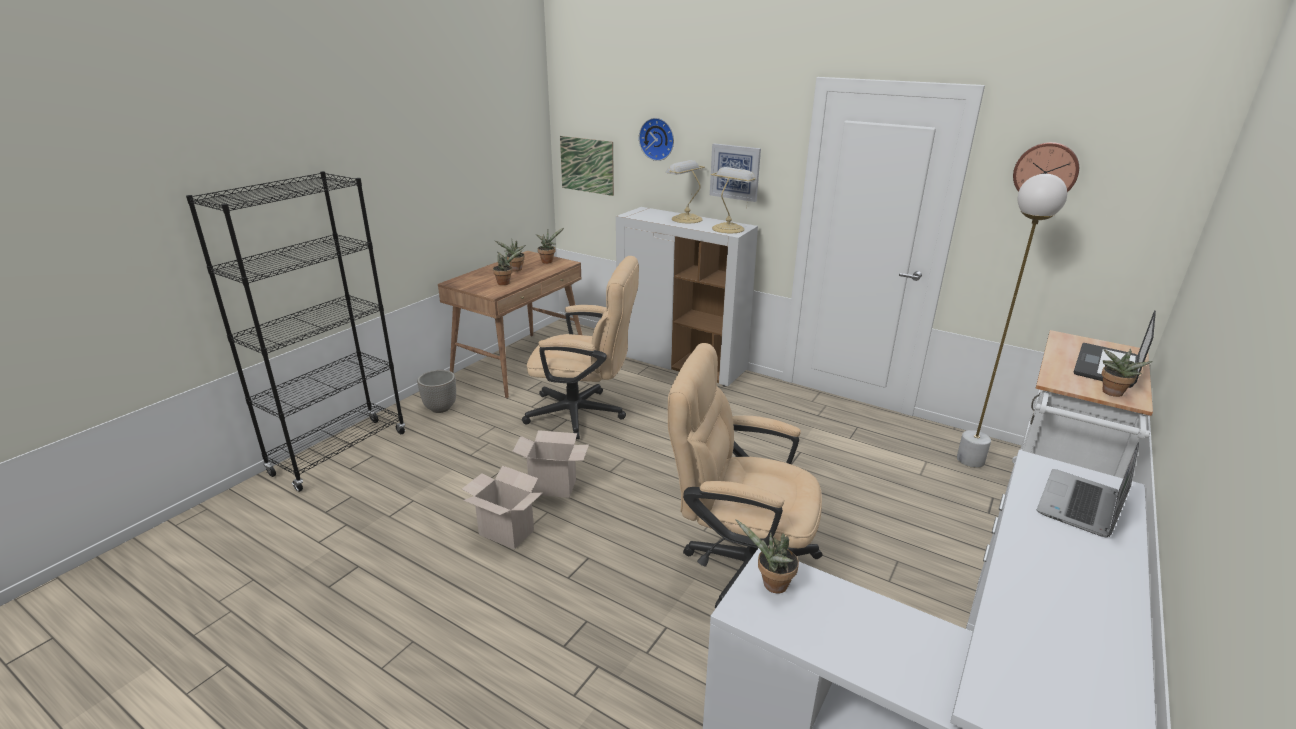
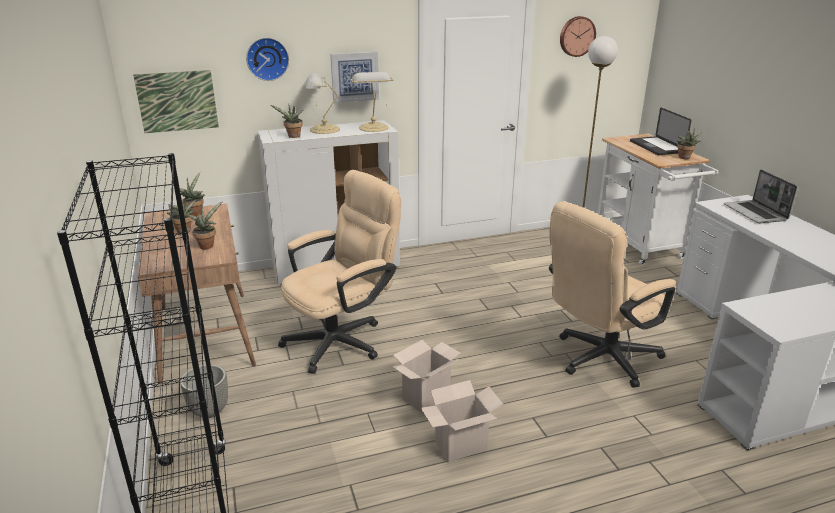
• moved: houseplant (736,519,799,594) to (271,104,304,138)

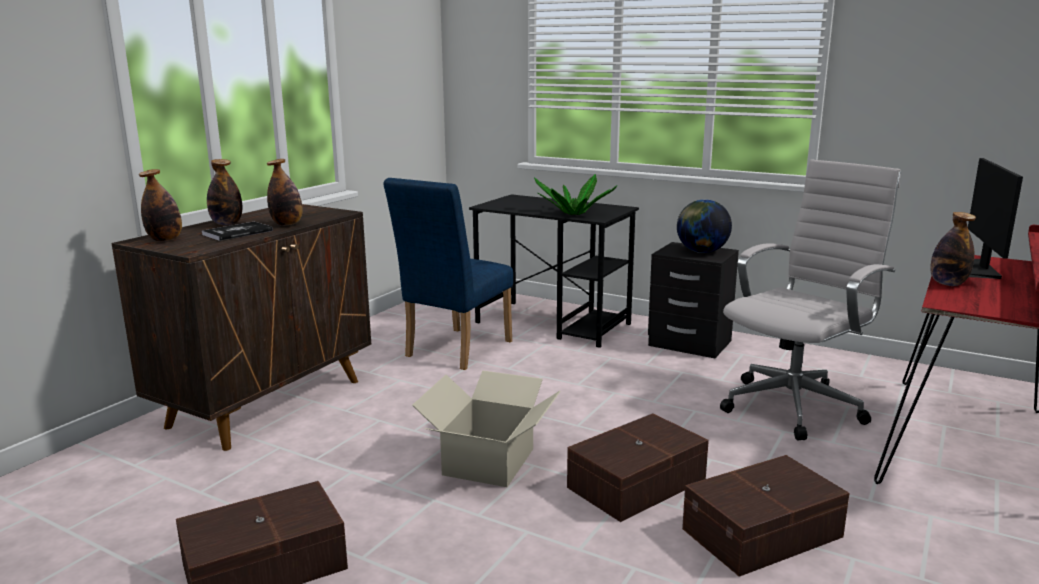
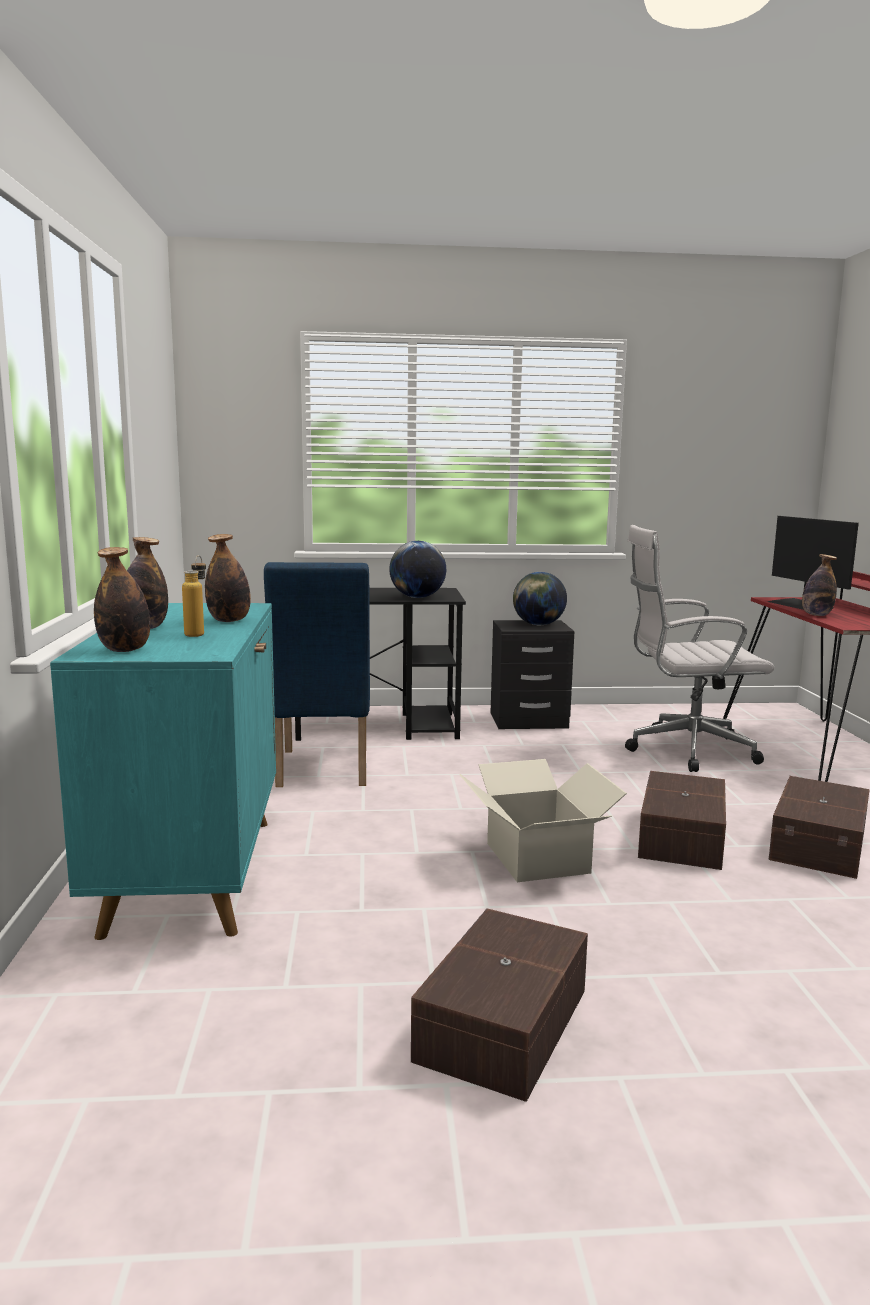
• recoloured: cabinet (brown-coloured) (112,204,371,451) to cabinet (blue-green) (50,603,276,940)
• replaced: bound book (202,222,273,241) to drink bottle (182,555,206,637)
• replaced: houseplant (534,174,618,215) to globe (389,541,446,598)
• turned: office chair (white-coloured) (720,159,901,440) = (625,525,774,772) 105 degrees counterclockwise

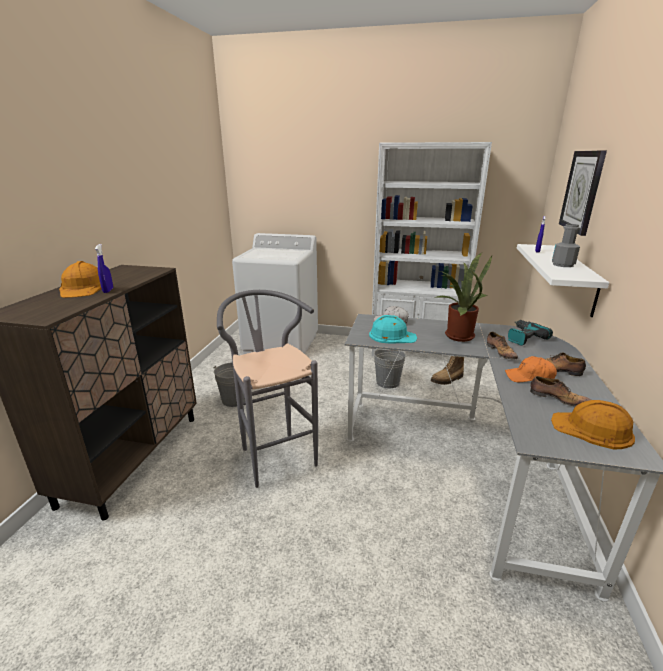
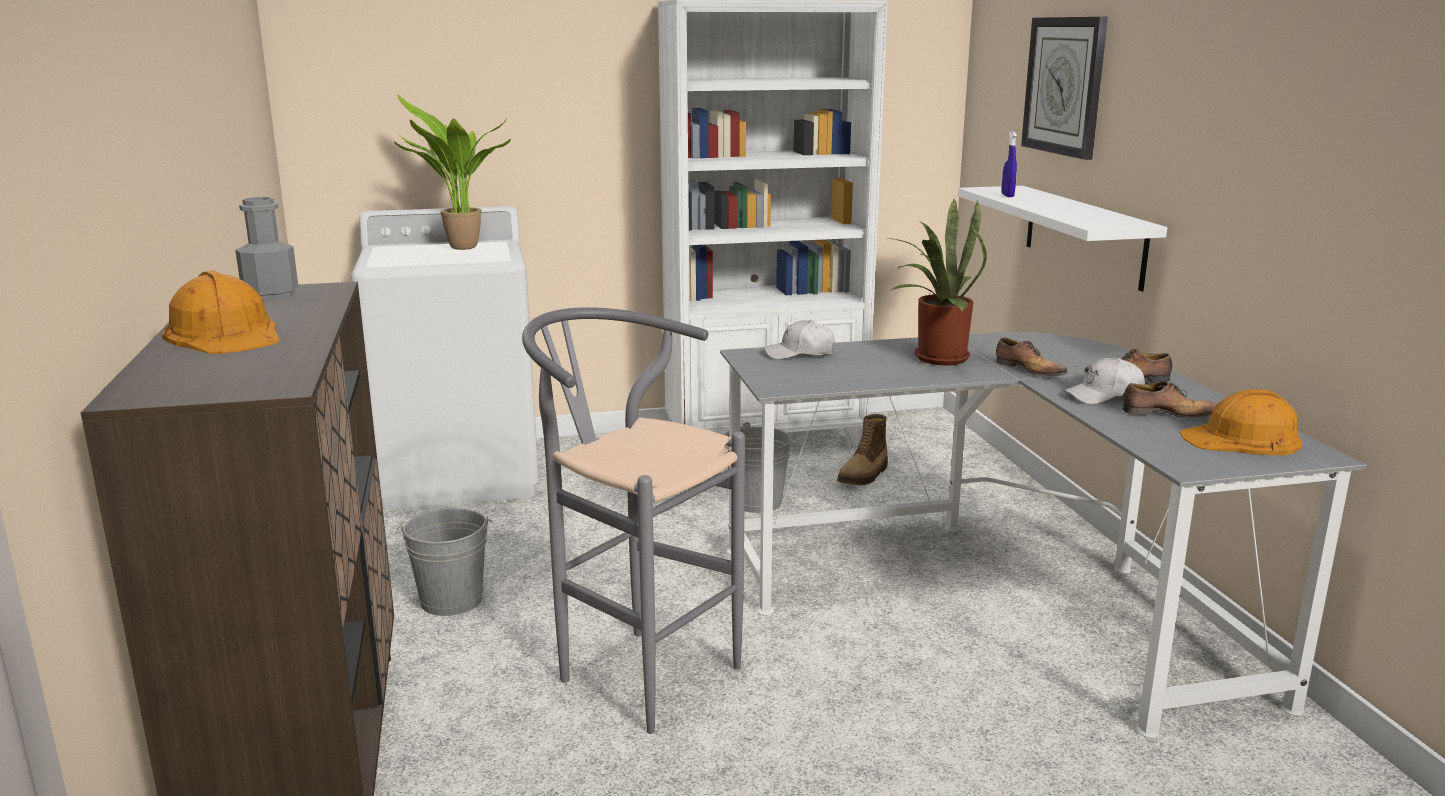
• moved: drink bottle (grey) (552,224,580,267) to (235,197,299,301)
• added: houseplant (394,94,511,250)
• recoloured: baseball cap (orange) (505,356,557,382) to baseball cap (white-coloured) (1063,357,1145,404)
• removed: hand sprayer (blue) (95,244,113,293)
• removed: work helmet (blue-green) (369,315,417,344)
• removed: drill (508,320,553,346)

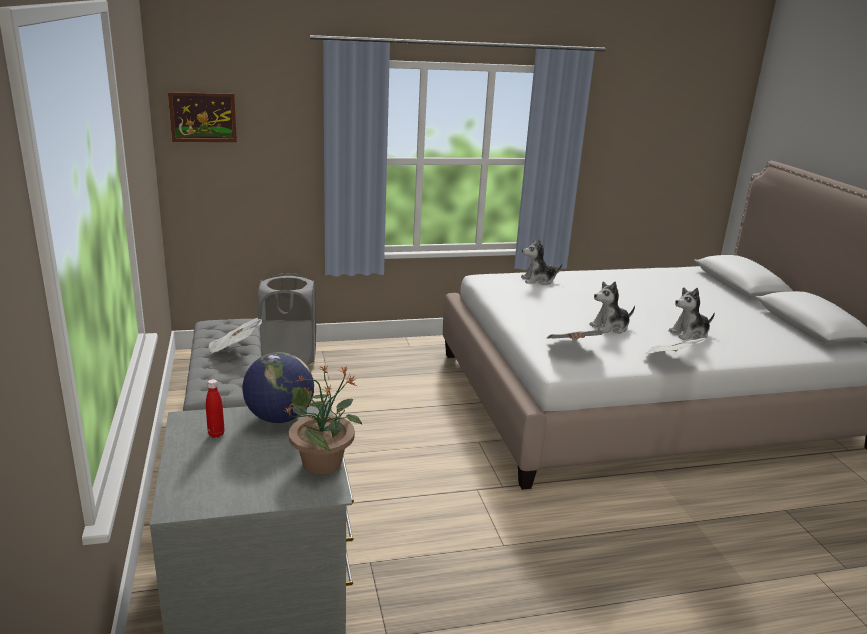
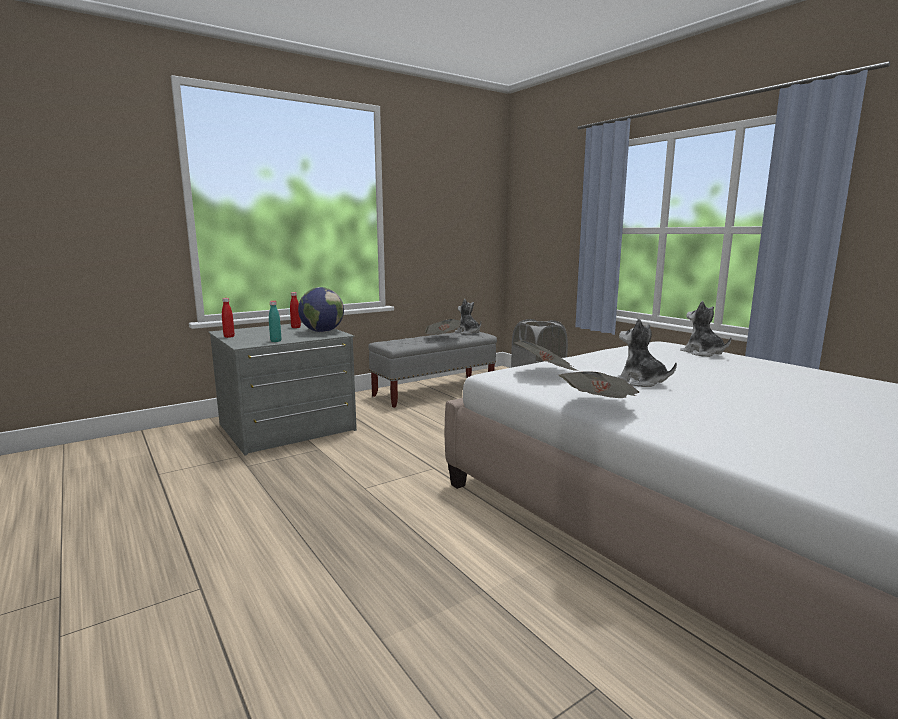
• added: drink bottle (red-coloured) (222,298,235,338)
• replaced: houseplant (283,365,362,474) to drink bottle (blue-green) (269,301,281,342)
• moved: cuddly toy (668,287,715,340) to (455,299,481,335)
• removed: picture (168,92,237,142)

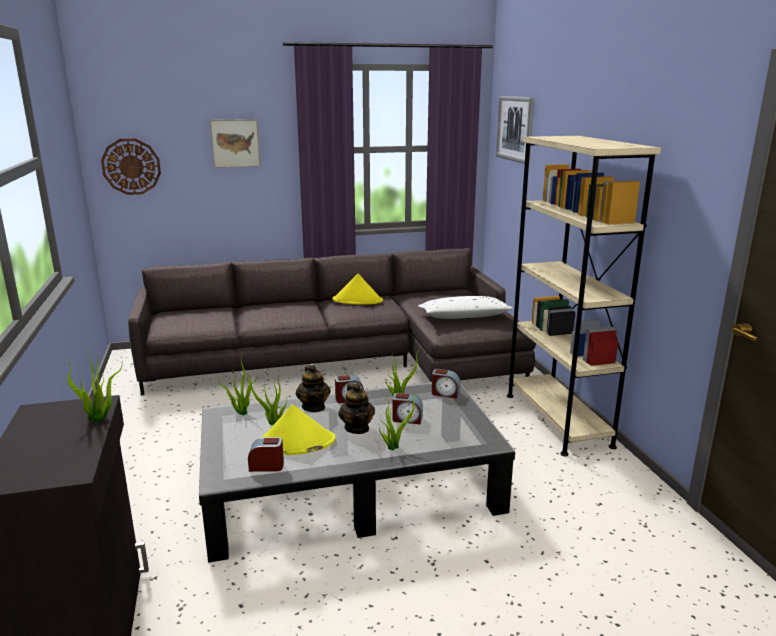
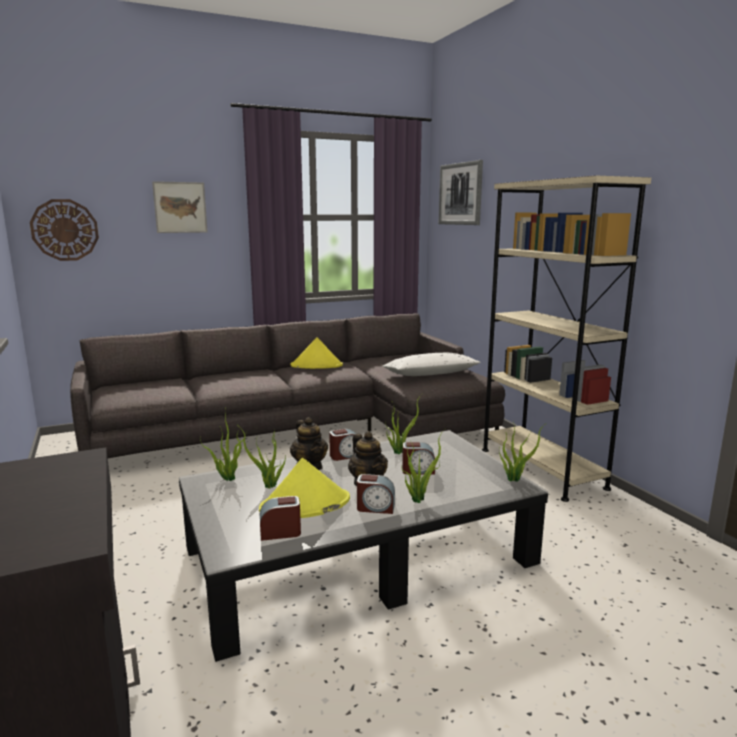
• moved: alarm clock (432,369,460,399) to (357,474,395,514)
• moved: houseplant (66,355,123,423) to (499,421,544,482)

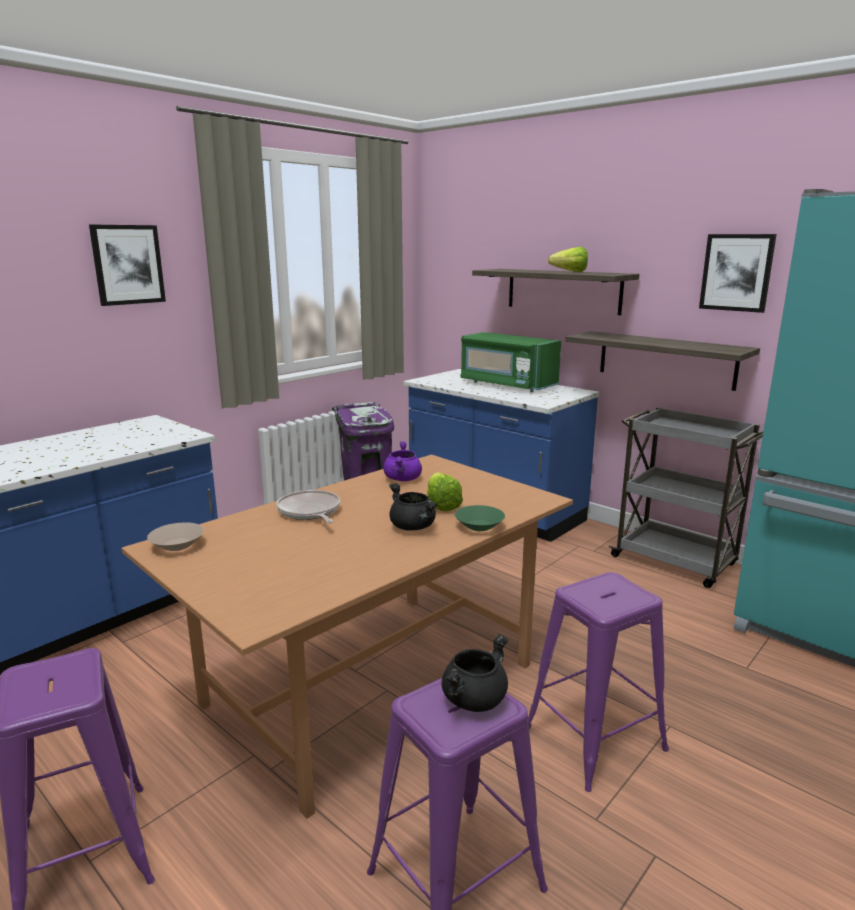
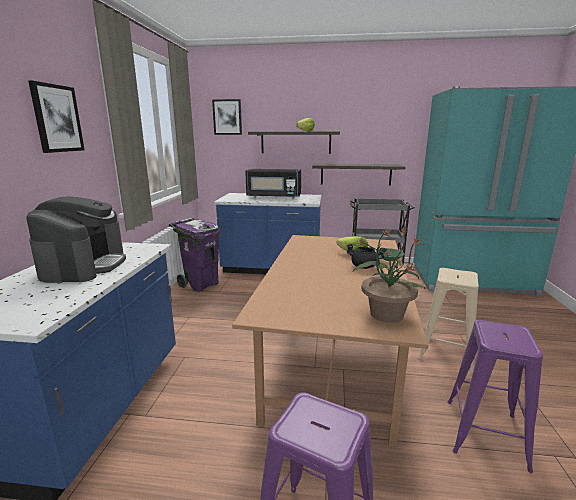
• added: coffee maker (26,196,126,283)
• moved: picture (699,234,777,313) to (212,99,242,135)
• recoloured: microwave oven (greenish) (461,332,561,392) to microwave oven (blackish) (245,169,301,198)
• added: houseplant (353,228,426,323)
• recoloured: stool (purple-coloured) (528,572,669,792) to stool (beige-coloured) (419,268,479,372)
• removed: serving bowl (beige-coloured) (147,522,204,551)
• removed: pan (276,490,341,523)
• removed: cooking pot (purple-coloured) (383,441,422,481)
• removed: cooking pot (blackish) (441,634,508,712)

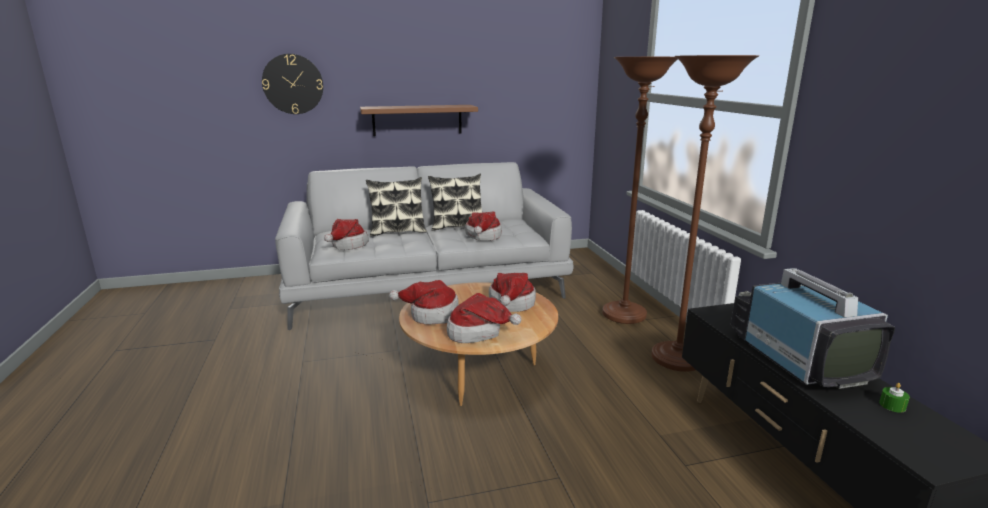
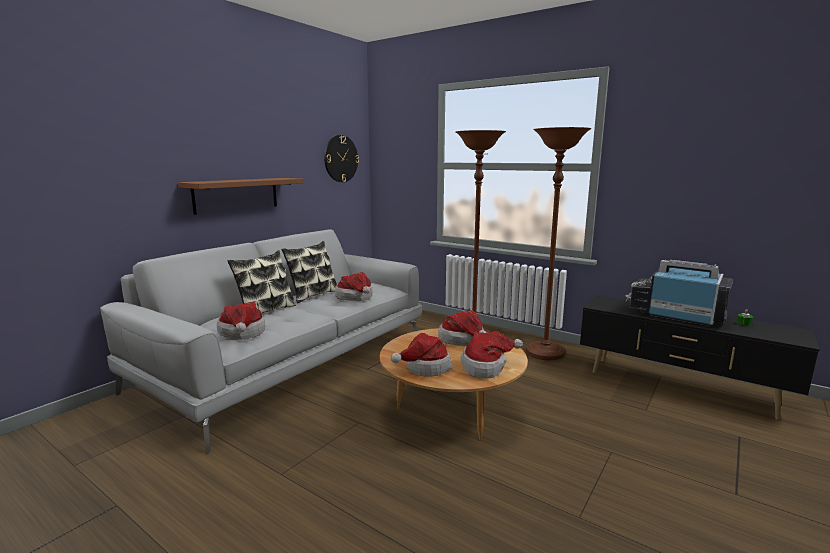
• moved: wall clock (262,54,323,114) to (324,135,359,182)

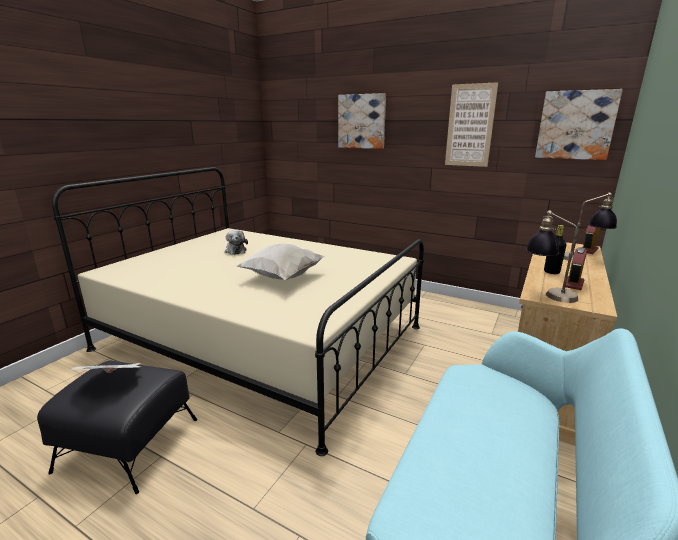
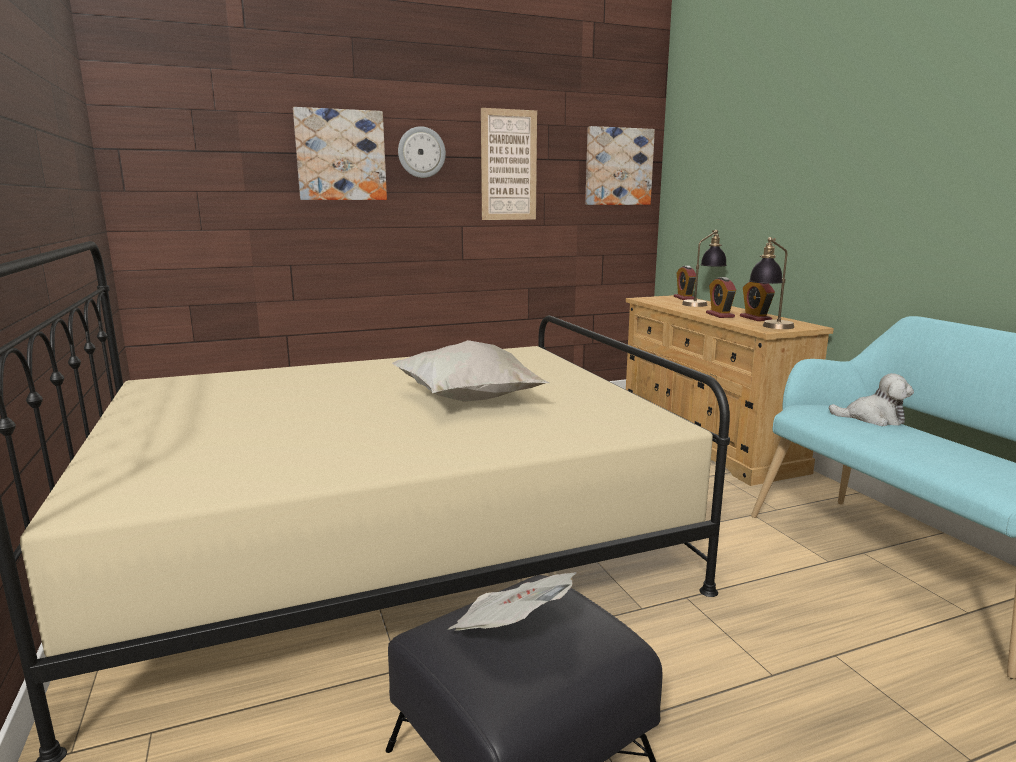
• added: wall clock (398,126,446,178)
• replaced: drink bottle (blackish) (544,225,566,274) to alarm clock (706,277,736,318)
• moved: cuddly toy (225,230,248,255) to (829,373,914,426)

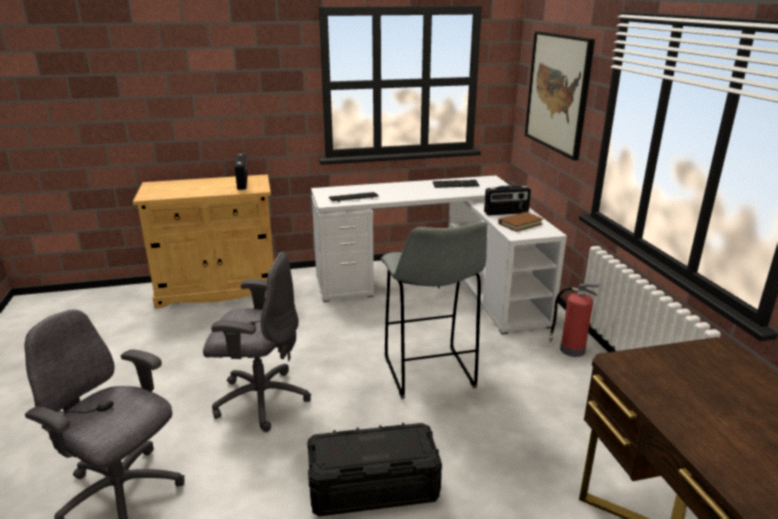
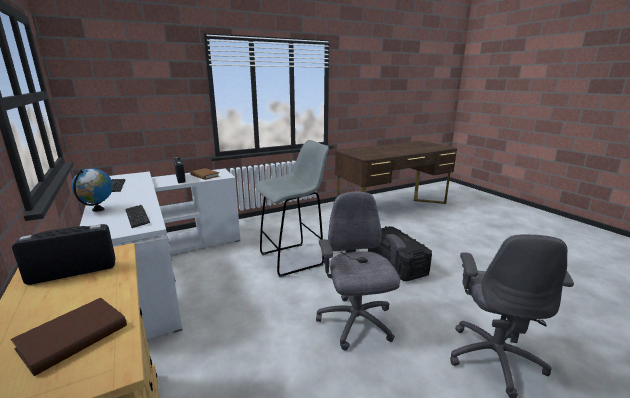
• added: bound book (brown-coloured) (11,298,127,376)
• added: globe (72,169,113,212)
• removed: picture (525,32,595,160)
• removed: fire-fighting cylinder (549,283,599,357)

